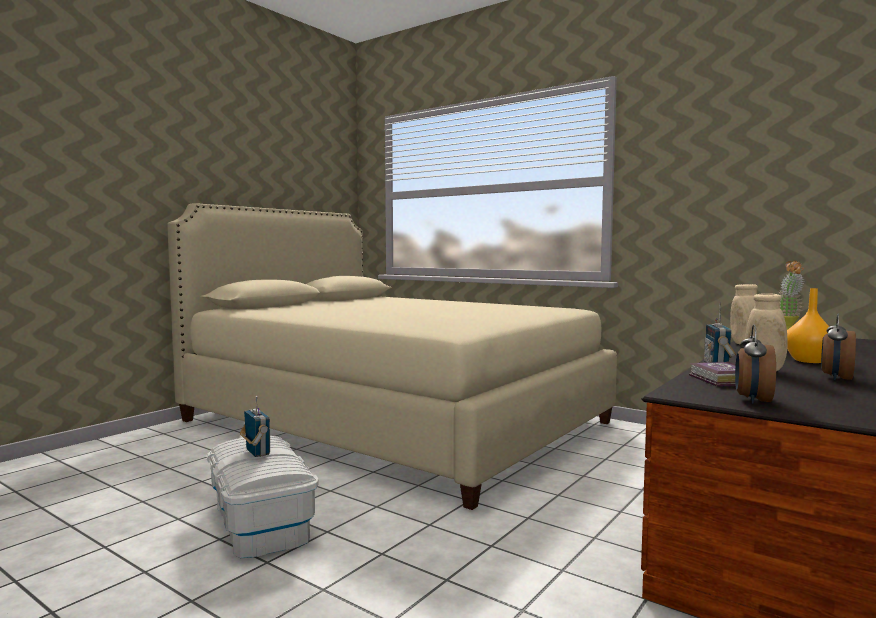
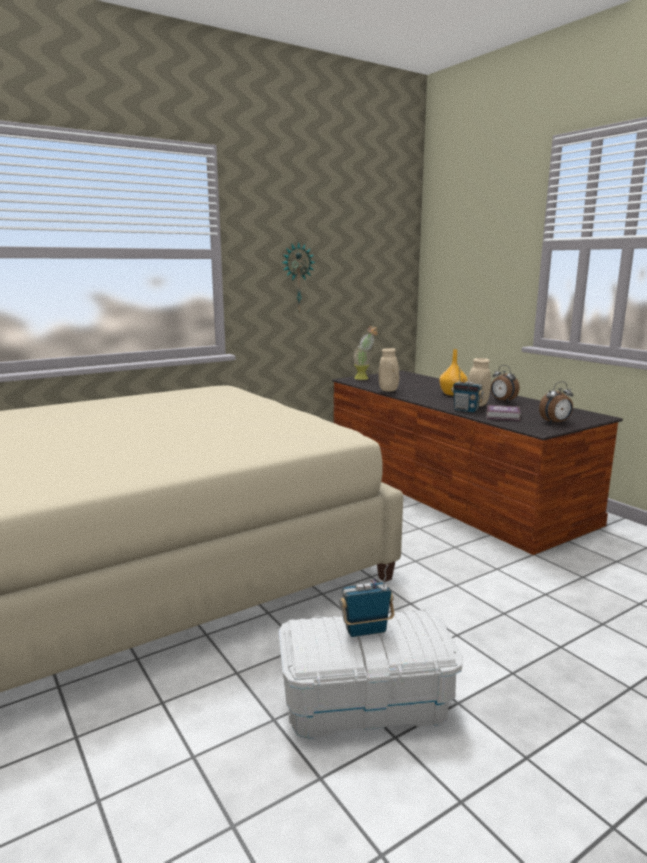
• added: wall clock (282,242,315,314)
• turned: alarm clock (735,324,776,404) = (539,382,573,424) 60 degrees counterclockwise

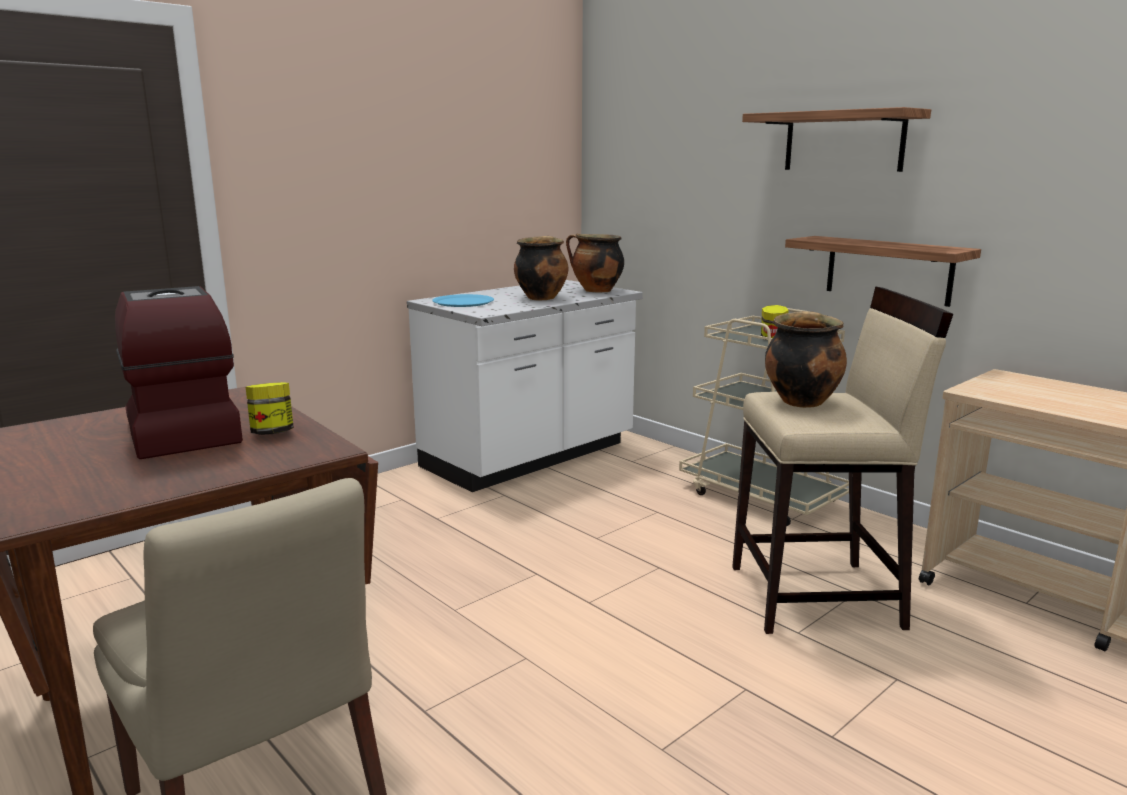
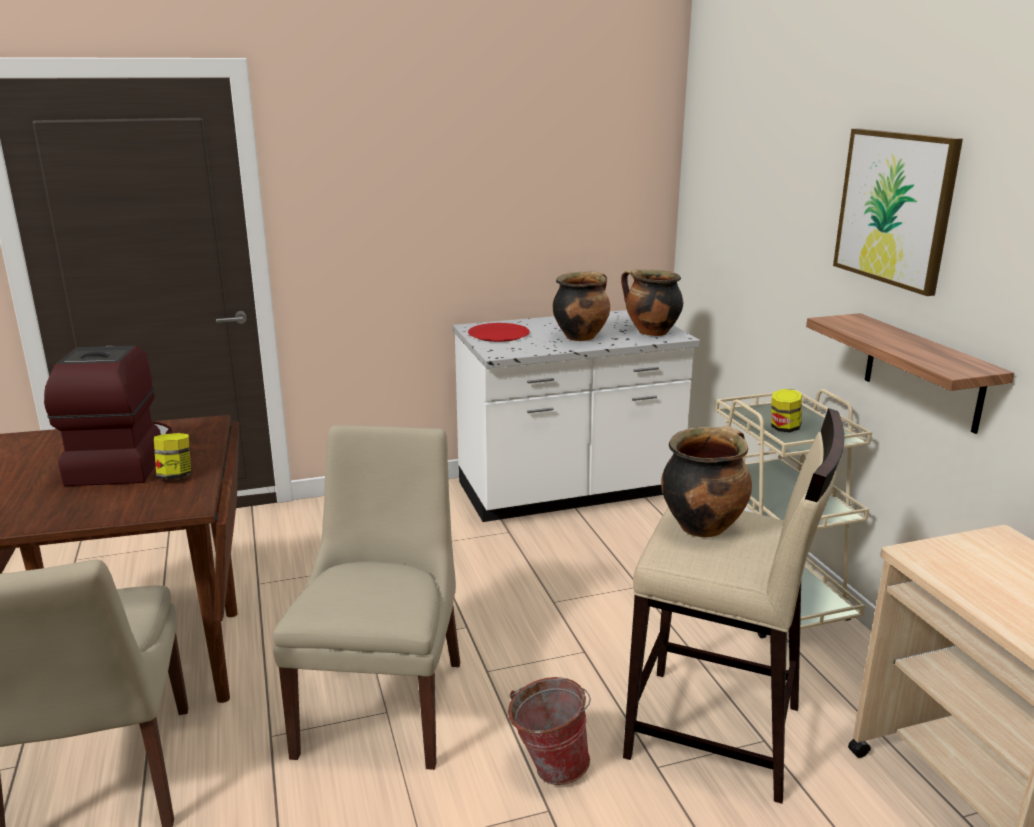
• added: chair (beige-coloured) (273,425,460,770)
• recoloured: plate (blue) (432,294,494,307) to plate (red-coloured) (468,323,530,342)
• added: bucket (508,677,591,785)
• replaced: bracket shelf (742,107,931,172) to picture (833,129,963,296)

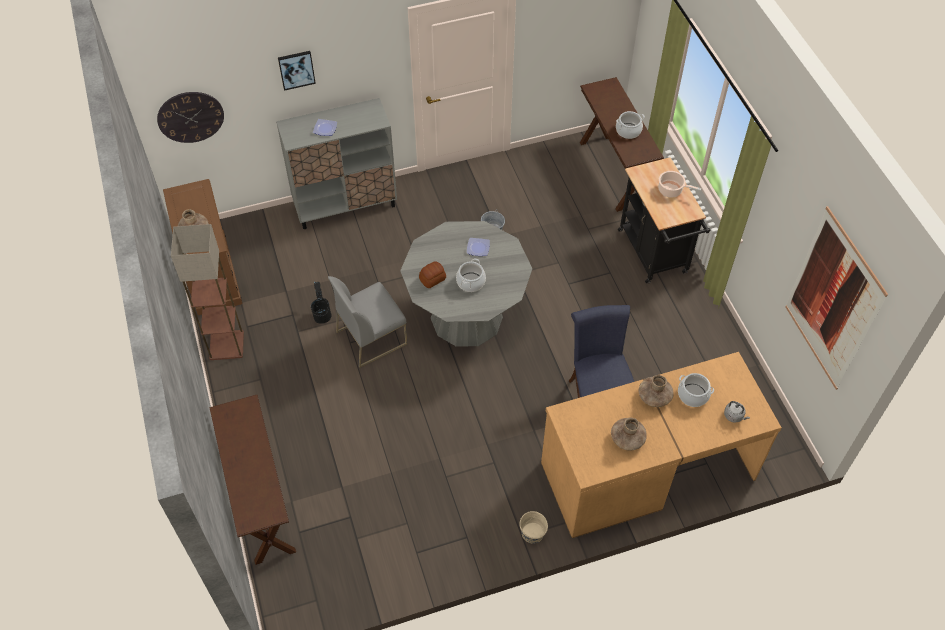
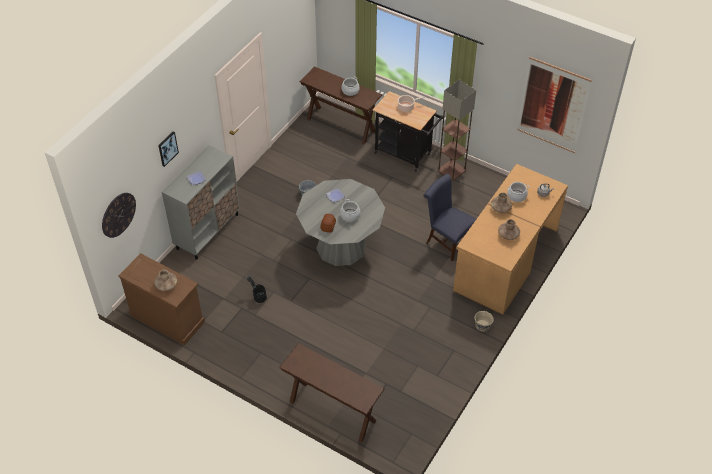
• moved: floor lamp (171,224,244,360) to (438,80,476,181)
• removed: chair (grey) (328,276,408,368)

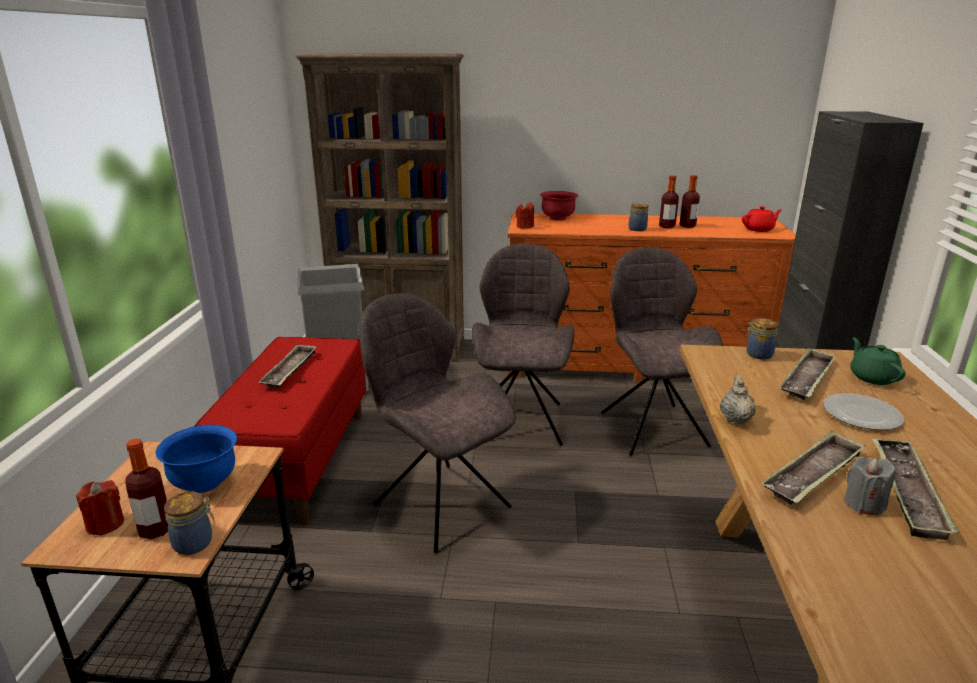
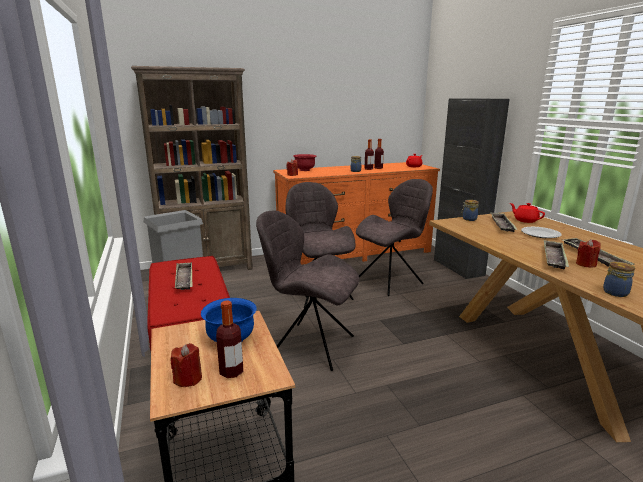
• turned: chair (grey) (601,247,723,456) = (356,179,433,296) 90 degrees clockwise
• recoloured: pot for tea (greenish) (851,337,906,385) to pot for tea (red-coloured) (510,203,545,223)
• recoloured: wax light (grey) (844,457,896,515) to wax light (red-coloured) (576,239,601,268)
• moved: preserve jar (164,492,215,555) to (603,262,635,297)
• removed: pot for tea (beige-coloured) (720,374,757,425)

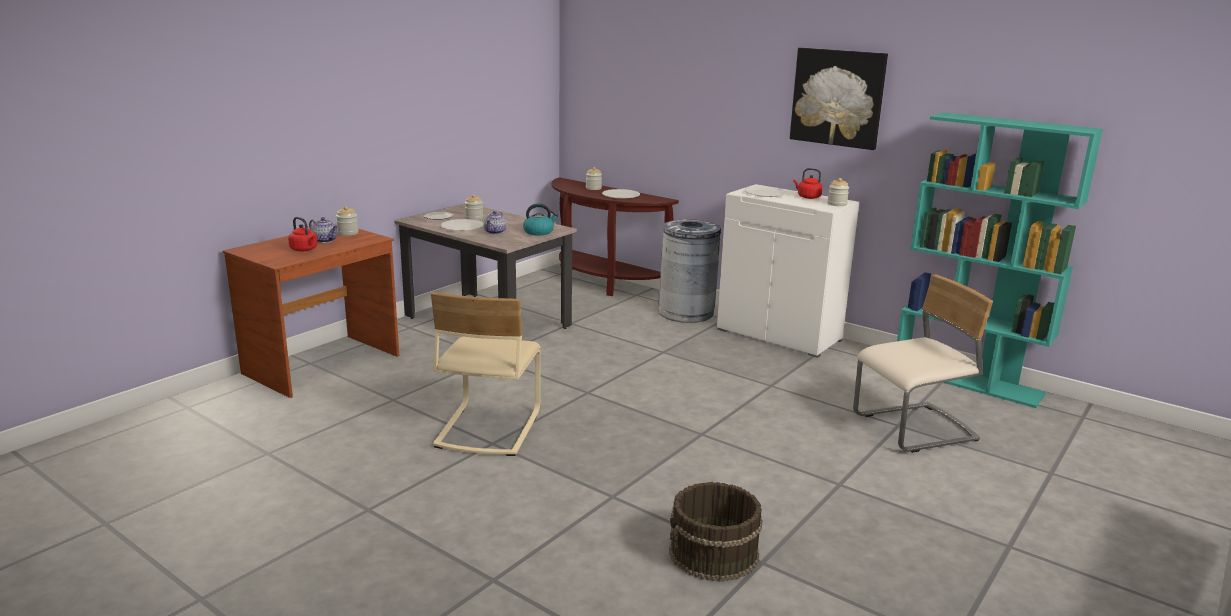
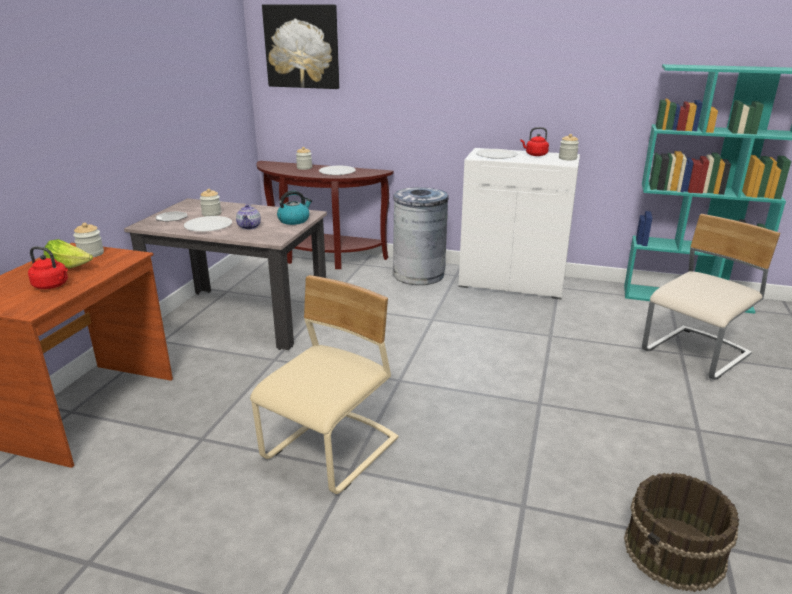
• replaced: pot for tea (309,217,338,243) to head of lettuce (44,239,93,269)
• turned: chair (beige-coloured) (431,292,541,456) = (250,275,398,494) 135 degrees counterclockwise
• moved: picture (790,48,888,150) to (262,4,339,89)

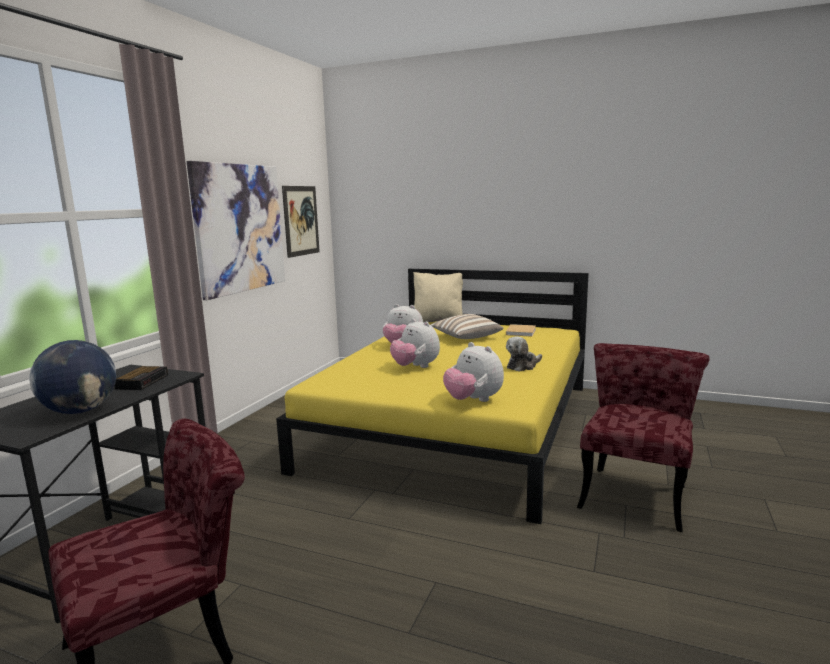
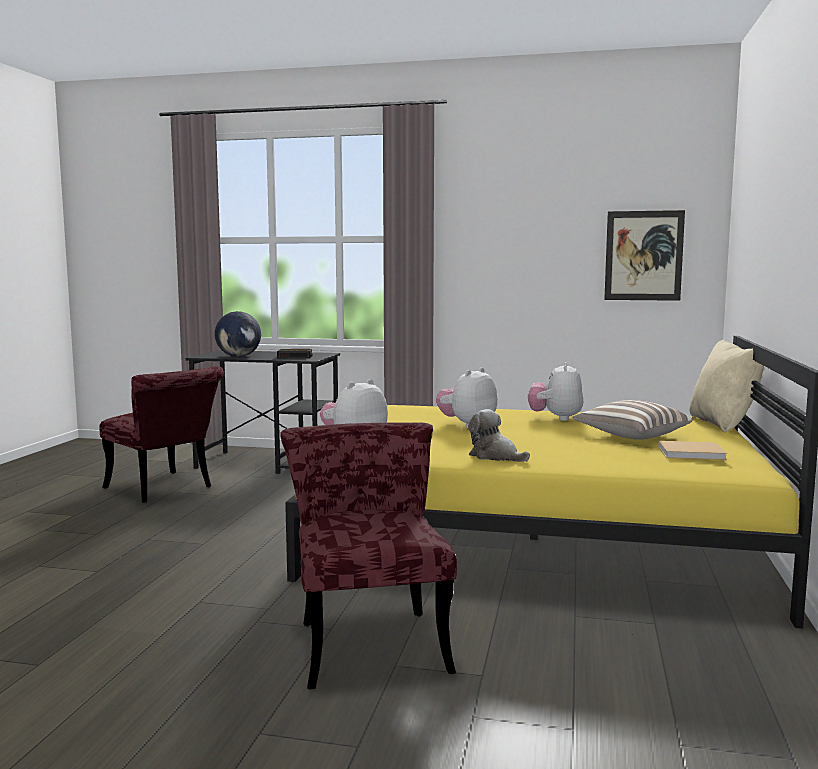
• turned: chair (red-coloured) (577,343,710,532) = (280,422,457,689) 120 degrees counterclockwise
• removed: picture (187,161,285,300)

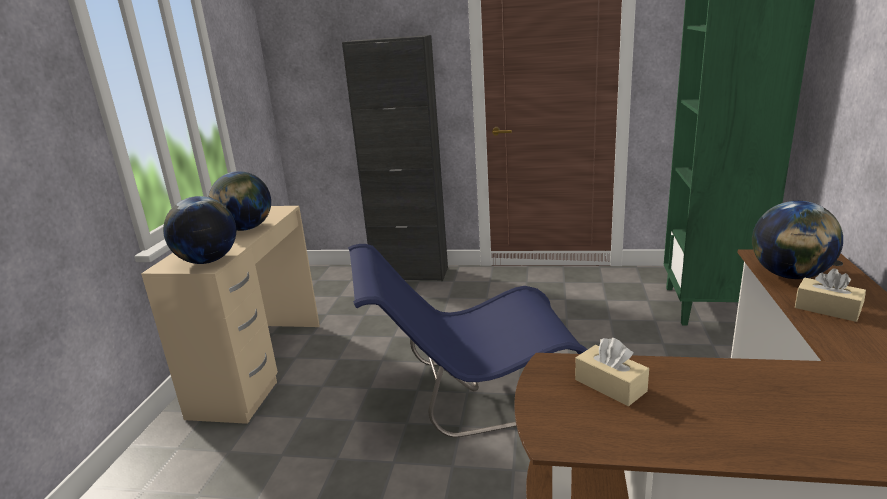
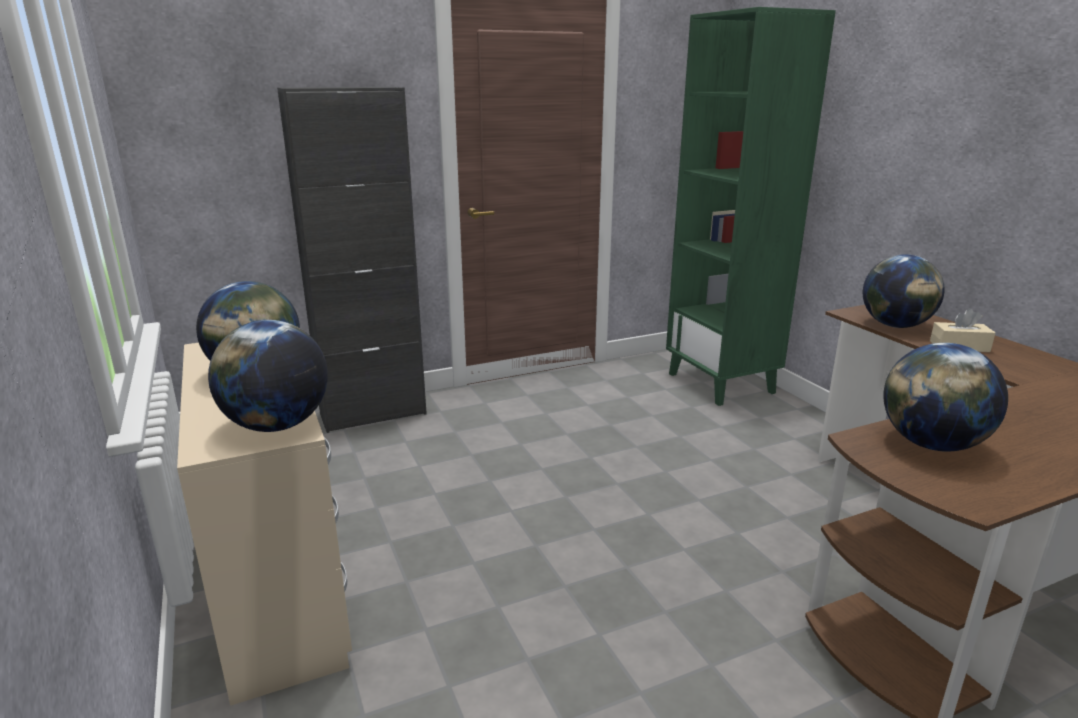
• replaced: tissue box (beige-coloured) (575,338,649,406) to globe (883,343,1008,452)
• removed: chair (blue) (348,244,588,437)

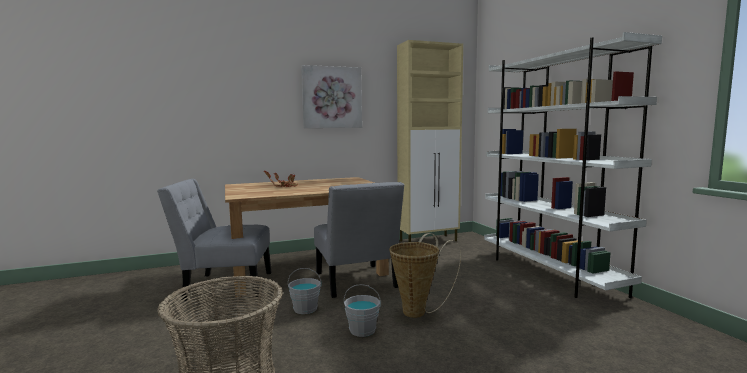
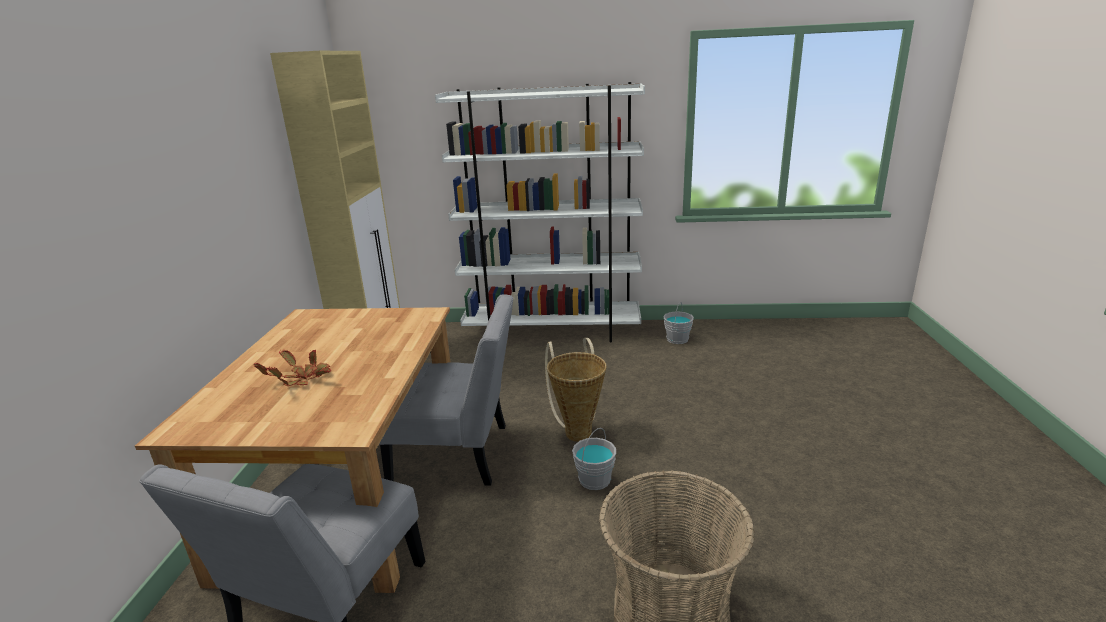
• moved: bucket (grey) (288,268,321,314) to (663,302,694,344)
• removed: picture (301,65,362,128)

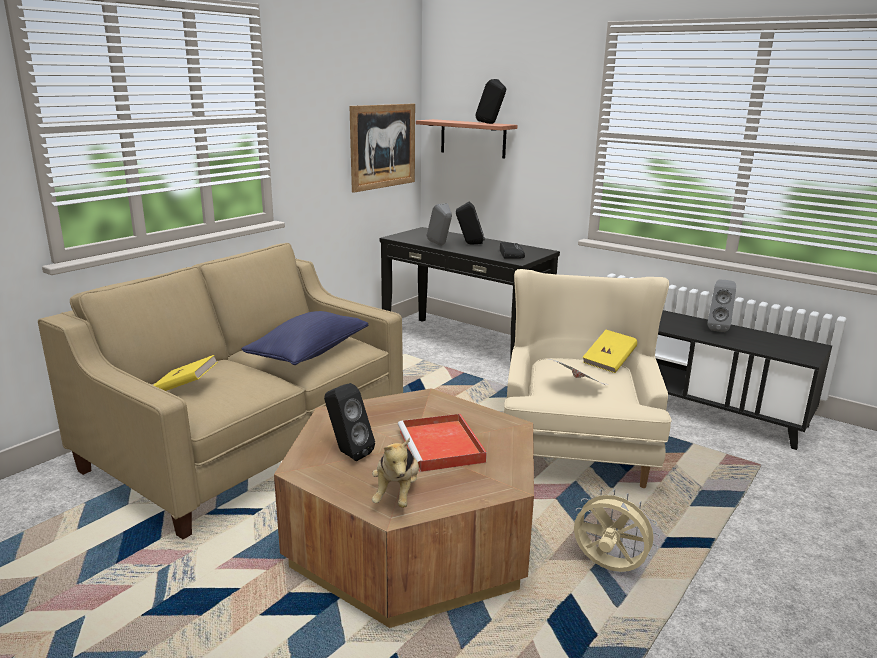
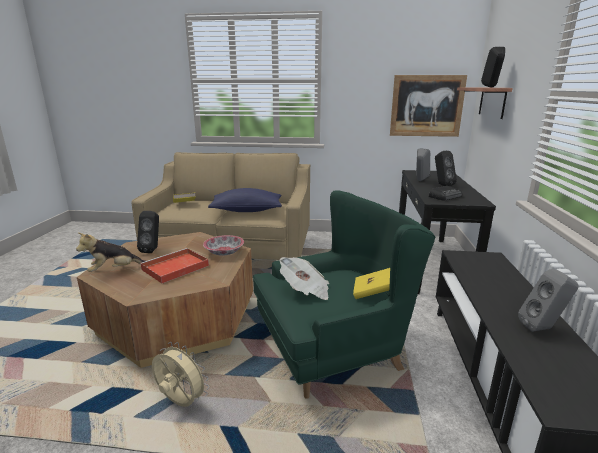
• turned: cooling fan (beige-coloured) (574,489,660,572) = (152,342,209,407) 60 degrees counterclockwise
• added: serving bowl (203,235,244,256)
• recoloured: armchair (beige-coloured) (504,269,672,488) to armchair (greenish) (253,190,436,399)

